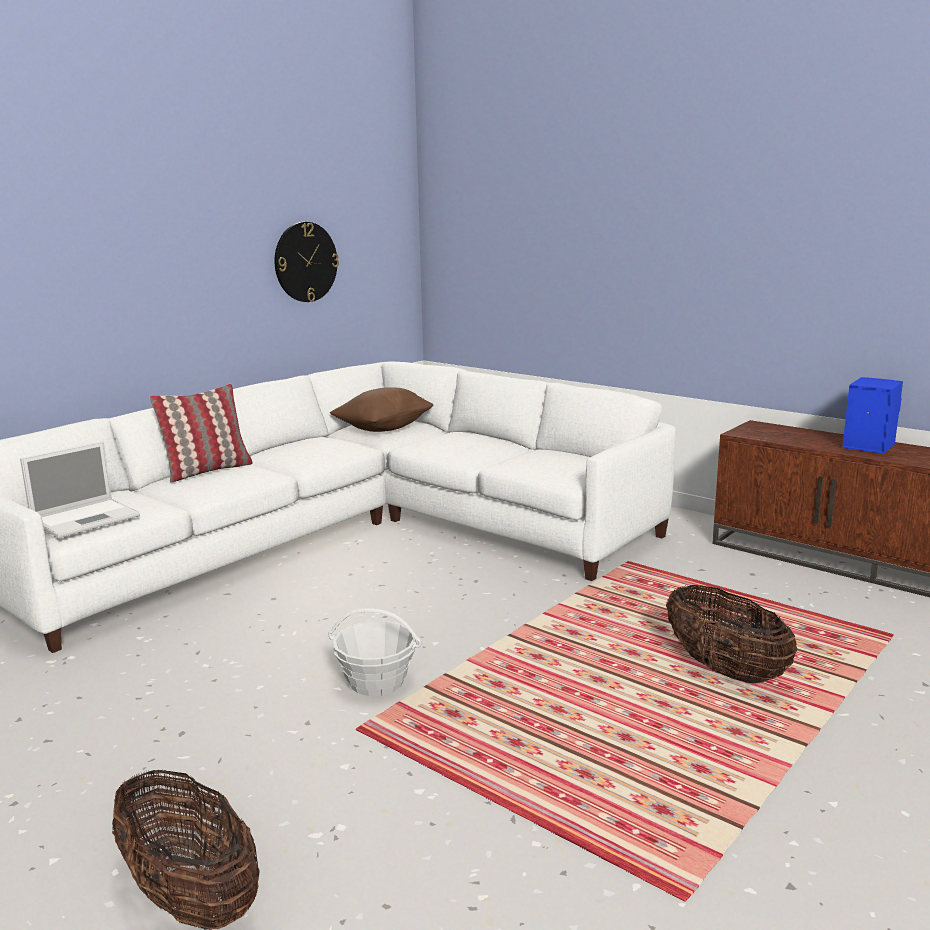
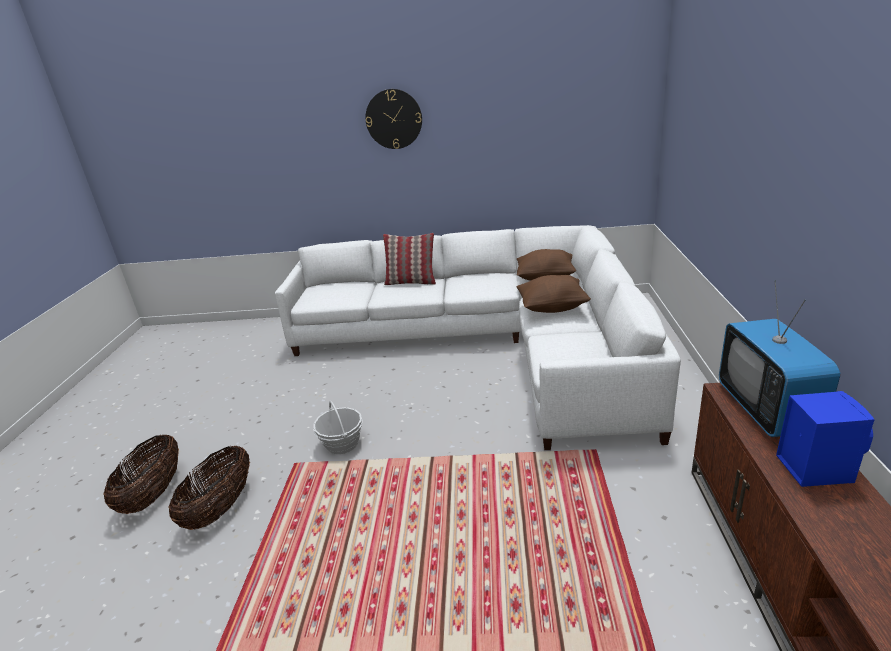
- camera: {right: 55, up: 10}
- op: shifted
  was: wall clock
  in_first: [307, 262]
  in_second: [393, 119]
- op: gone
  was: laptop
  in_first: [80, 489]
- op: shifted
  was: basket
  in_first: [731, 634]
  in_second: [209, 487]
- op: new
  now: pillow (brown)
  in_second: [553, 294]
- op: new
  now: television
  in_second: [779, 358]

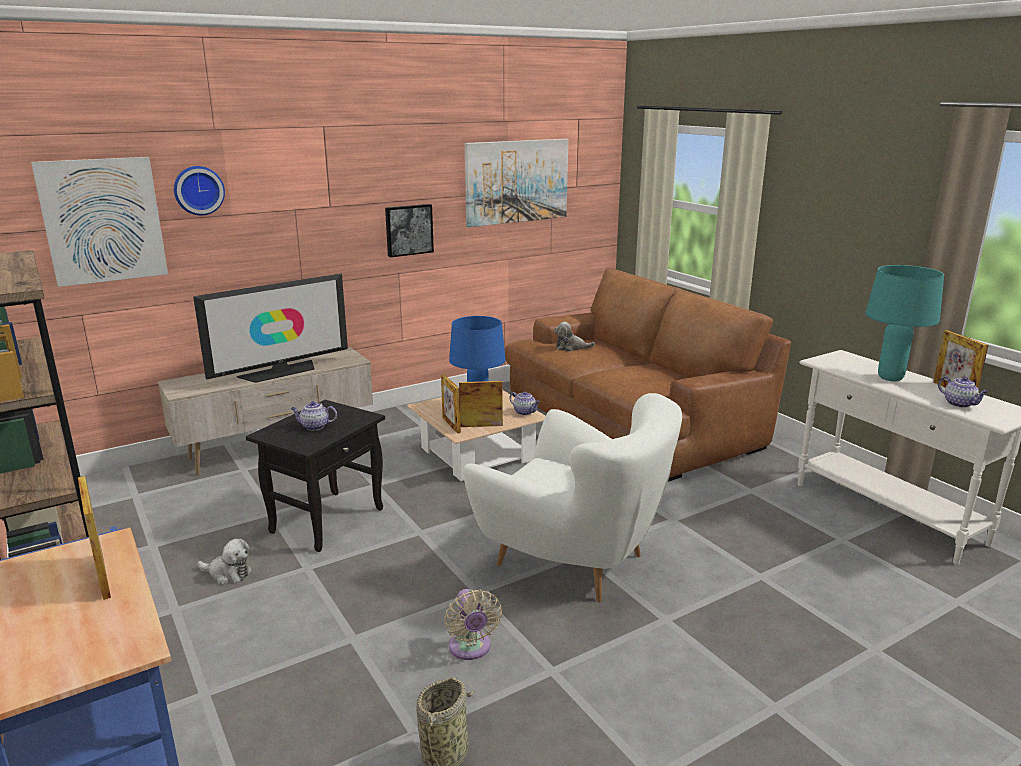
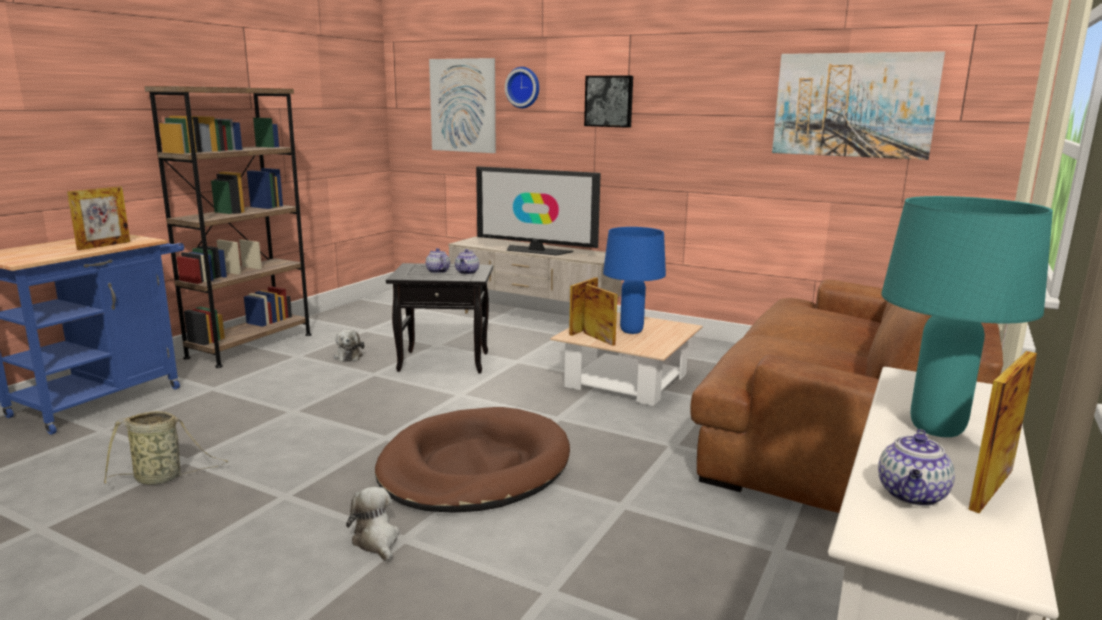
- camera: {right: 60, up: -5}
- op: shifted
  was: picture
  in_first: [409, 231]
  in_second: [608, 102]
- op: shifted
  was: plush toy
  in_first: [574, 337]
  in_second: [373, 524]
- op: shifted
  was: teapot
  in_first: [525, 403]
  in_second: [467, 261]
- op: swapped
  was: armchair (white)
  now: dog bed (brown)
  in_first: [572, 497]
  in_second: [472, 460]
- op: gone
  was: fan (beige)
  in_first: [473, 624]

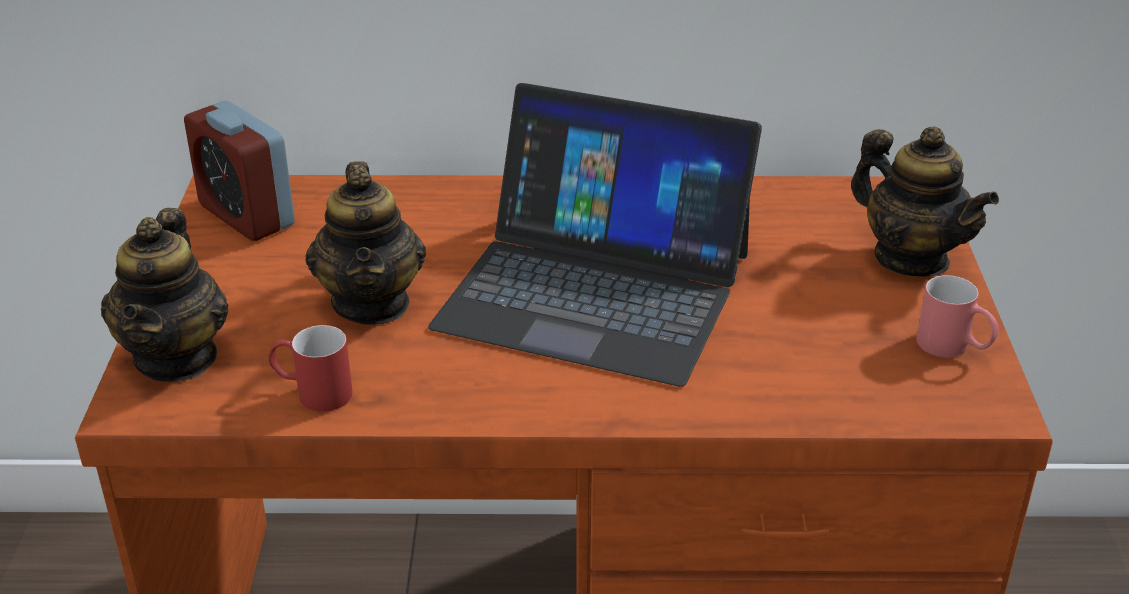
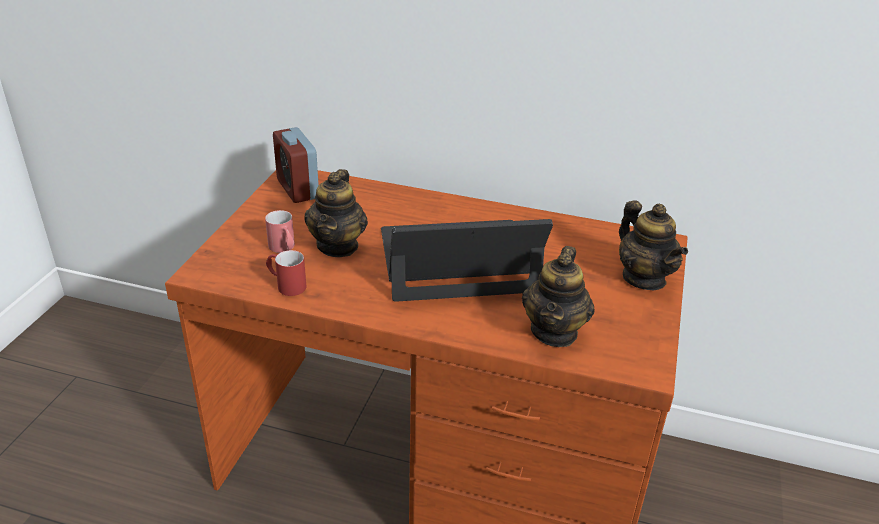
- camera: {right: 15, up: 0}
- op: rotated
  was: laptop
  in_first: [595, 235]
  in_second: [467, 260]
  clockwise: 135
- op: shifted
  was: teapot
  in_first: [165, 295]
  in_second: [558, 296]
- op: shifted
  was: mug (red)
  in_first: [957, 316]
  in_second: [280, 231]

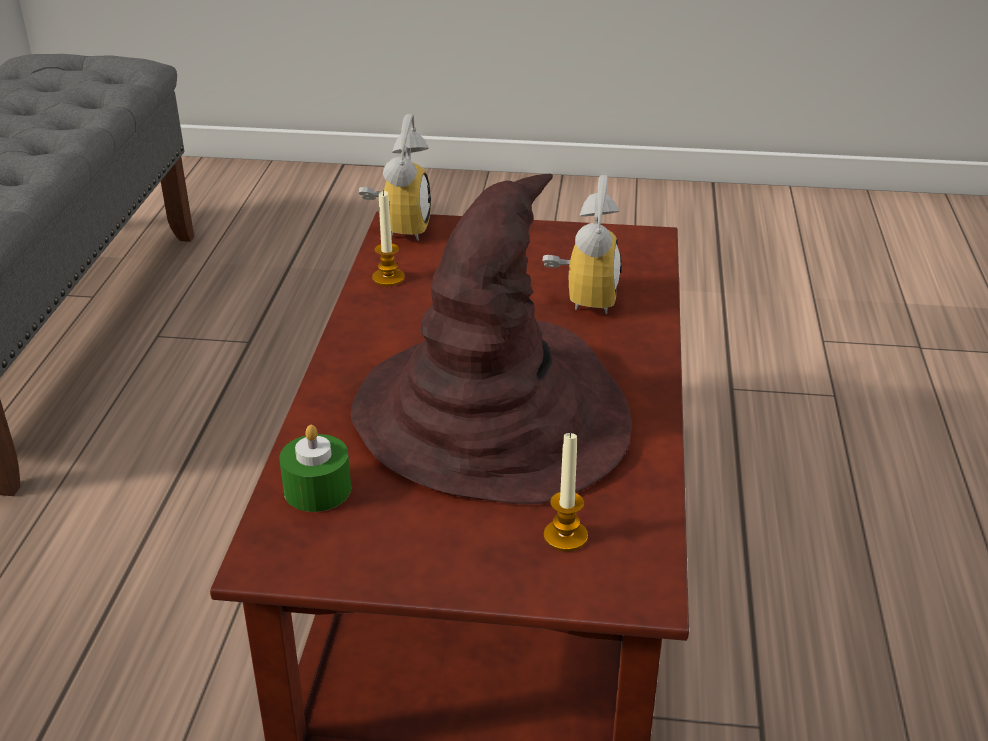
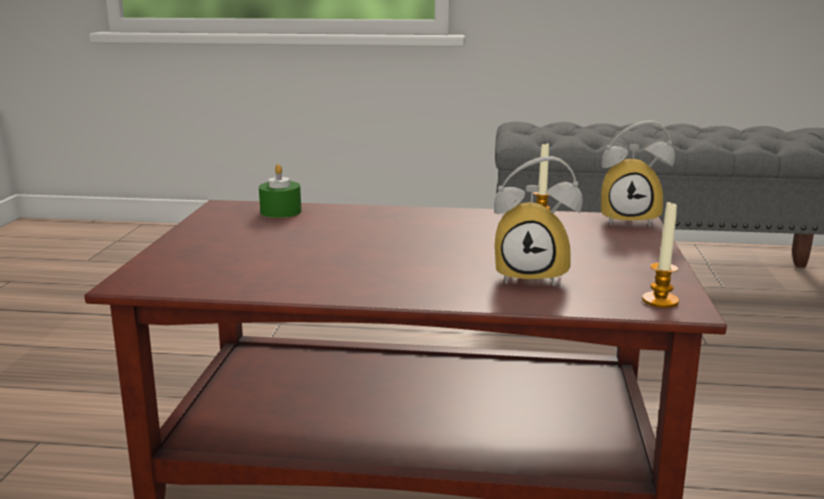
- camera: {right: 90, up: -15}
- op: gone
  was: hat (brown)
  in_first: [491, 339]
- op: shifted
  was: candle
  in_first: [566, 492]
  in_second: [660, 254]

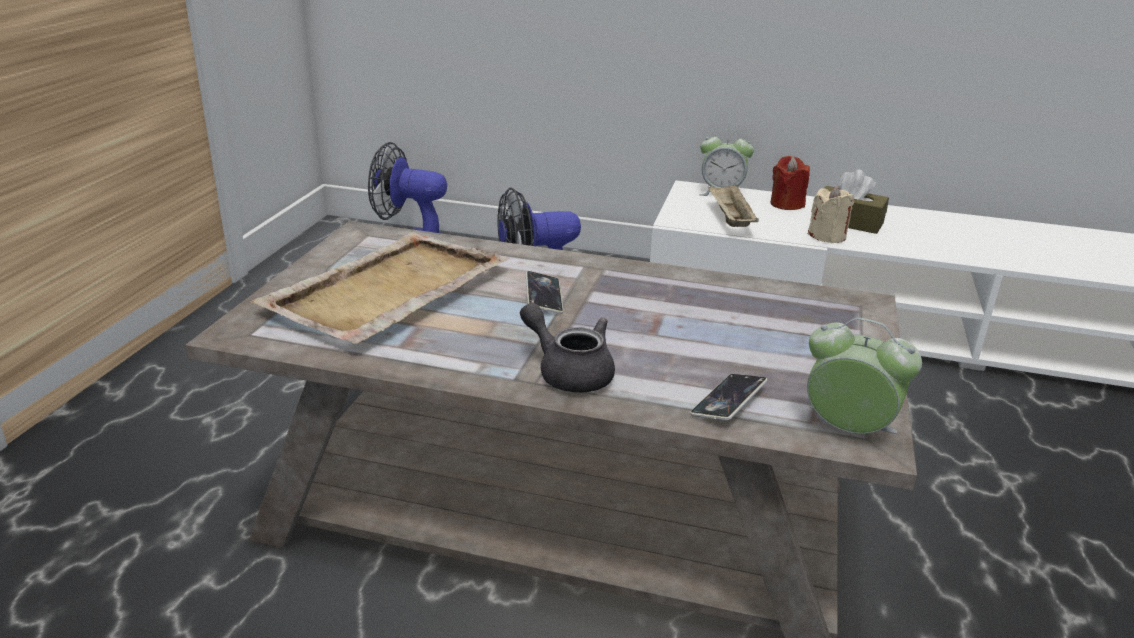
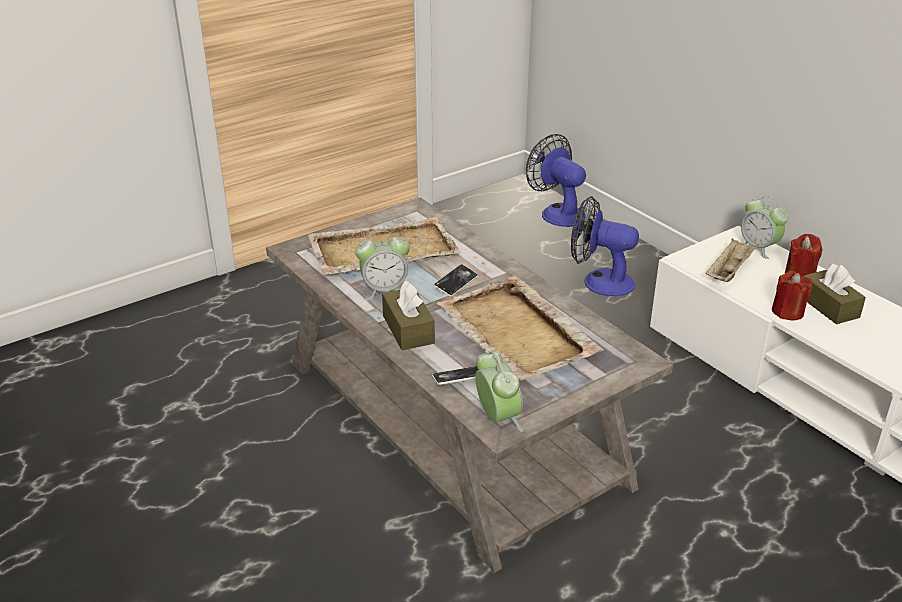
- camera: {right: 40, up: 5}
- op: repainted
  was: candle (beige)
  now: candle (red)
  in_first: [831, 214]
  in_second: [792, 295]
- op: swapped
  was: teapot (grey)
  now: tissue box (brown)
  in_first: [567, 348]
  in_second: [408, 315]
- op: new
  now: alarm clock
  in_second: [382, 265]
- op: new
  now: tray (beige)
  in_second: [520, 328]

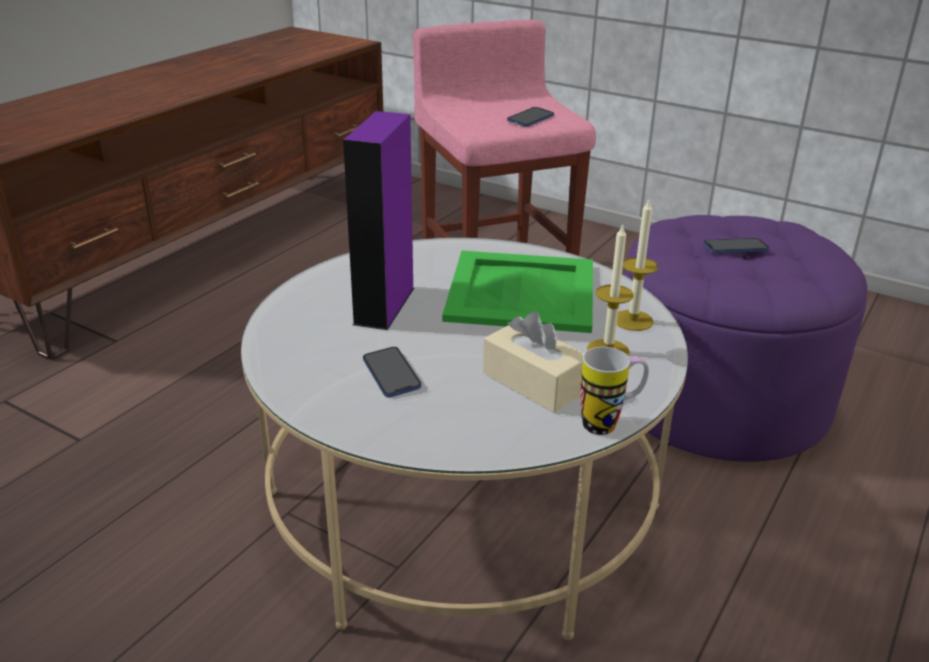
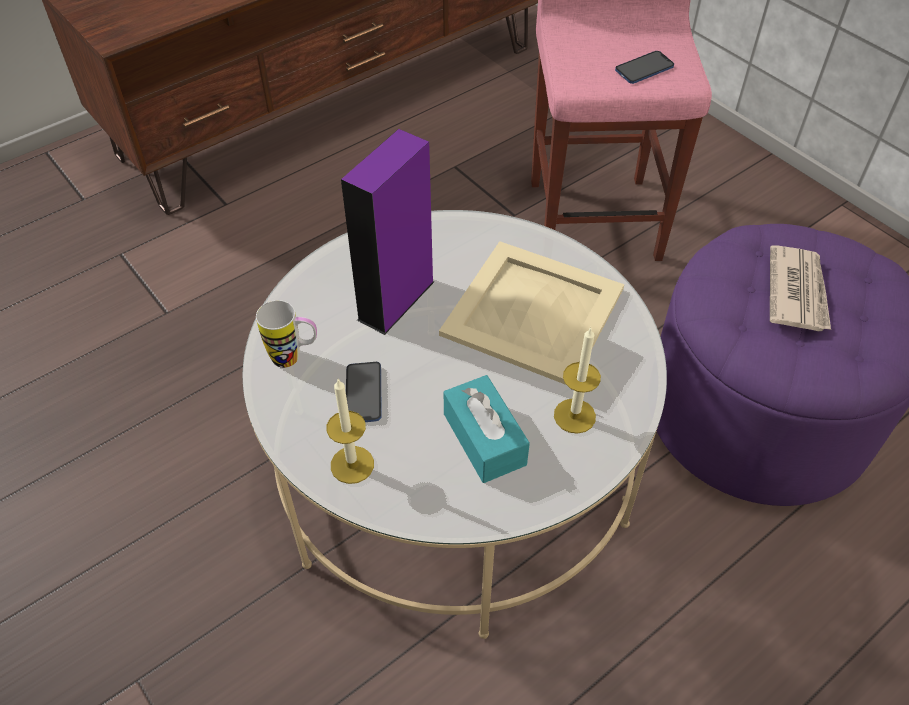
- camera: {right: 20, up: 20}
- op: shifted
  was: candle
  in_first: [637, 265]
  in_second: [350, 431]
- op: swapped
  was: phone
  now: newspaper
  in_first: [736, 245]
  in_second: [800, 288]
- op: repainted
  was: tray (green)
  now: tray (beige)
  in_first: [517, 292]
  in_second: [531, 313]
- op: repainted
  was: tissue box (beige)
  now: tissue box (turquoise)
  in_first: [533, 362]
  in_second: [487, 429]
- op: shifted
  was: mug
  in_first: [614, 391]
  in_second: [286, 334]

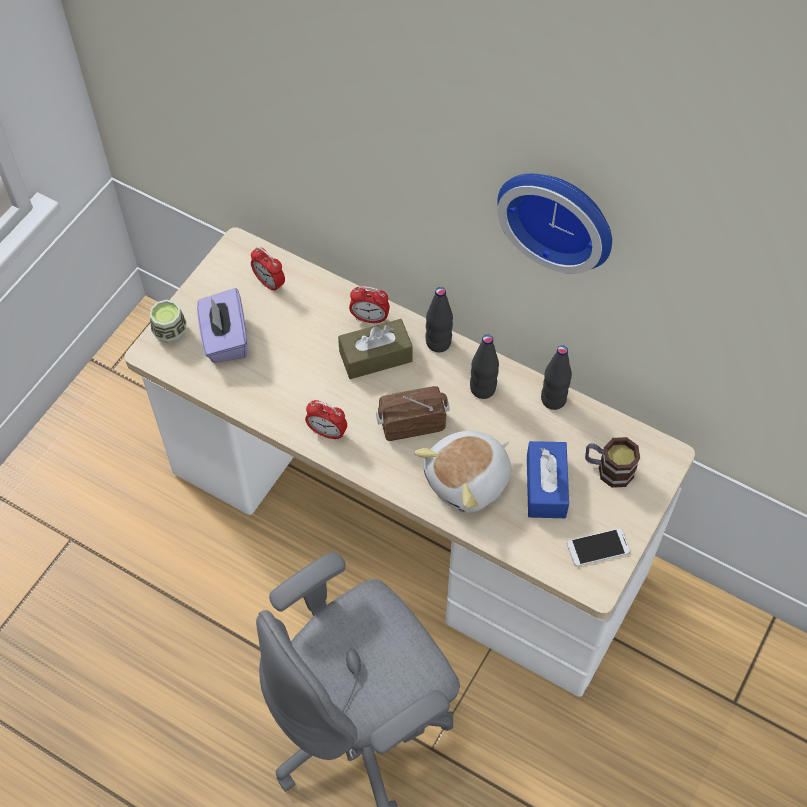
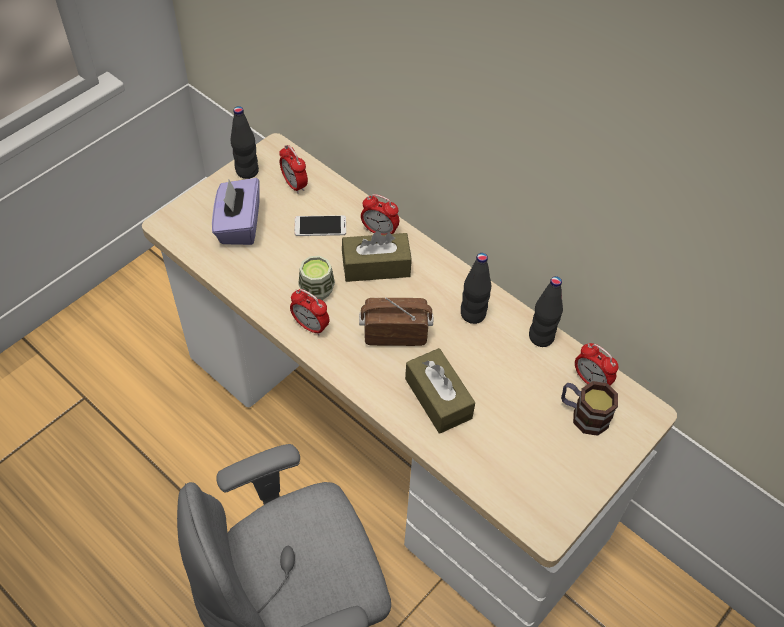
- camera: {right: 10, up: -5}
- op: gone
  was: wall clock
  in_first: [554, 224]
- op: shifted
  was: bottle (black)
  in_first: [439, 319]
  in_second: [244, 142]
- op: shifted
  was: cup
  in_first: [168, 321]
  in_second: [316, 278]
- op: swapped
  was: plush toy
  now: tissue box (brown)
  in_first: [462, 472]
  in_second: [440, 391]
- op: gone
  was: tissue box (blue)
  in_first: [548, 479]
- op: shifted
  was: phone
  in_first: [598, 547]
  in_second: [320, 225]
- op: new
  now: alarm clock
  in_second: [596, 364]

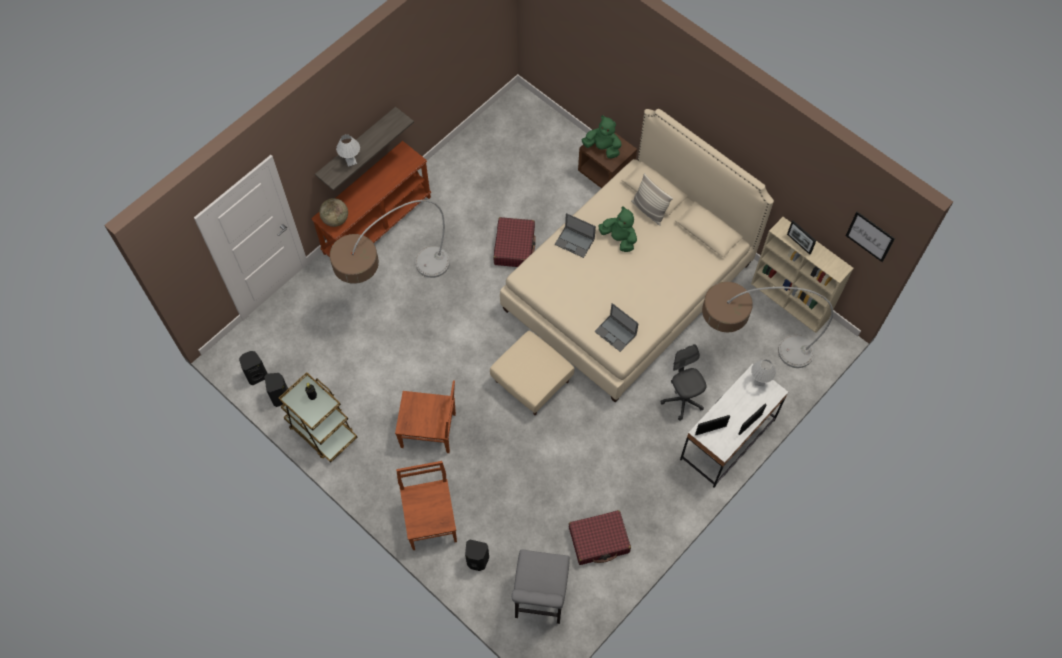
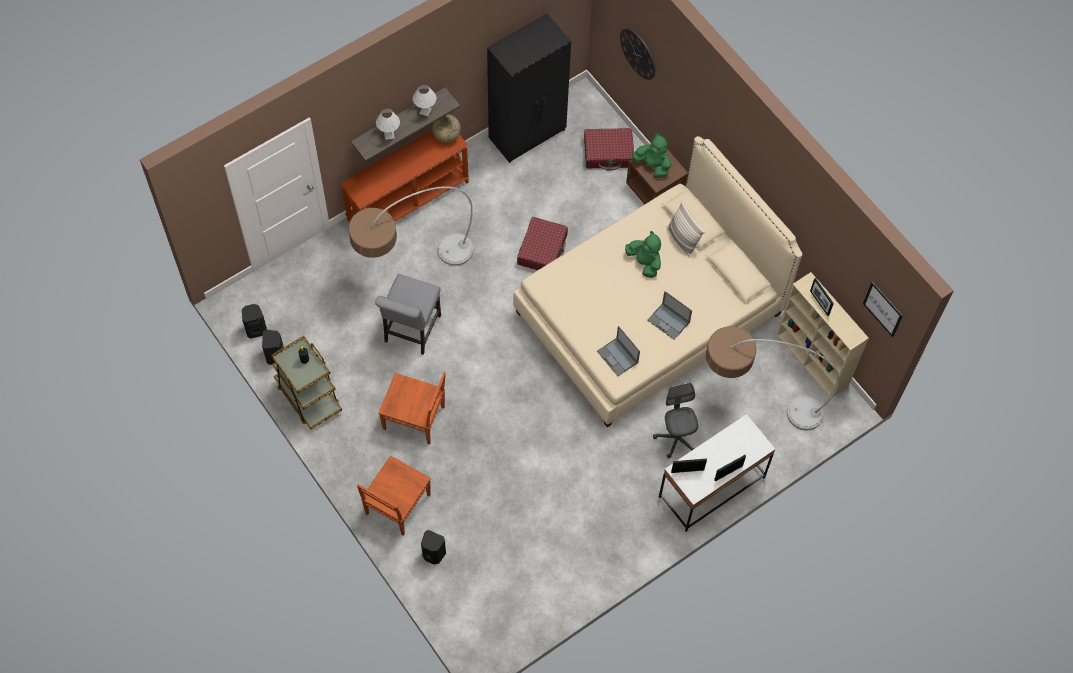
- camera: {right: 10, up: 0}
- op: shifted
  was: globe
  in_first: [333, 212]
  in_second: [446, 128]
- op: shifted
  was: laptop
  in_first: [575, 235]
  in_second: [669, 315]
- op: gone
  was: ottoman (beige)
  in_first: [532, 373]
- op: shifted
  was: table lamp (white)
  in_first: [763, 373]
  in_second: [424, 100]
- op: rotated
  was: chair (brown)
  in_first: [426, 505]
  in_second: [394, 495]
  clockwise: -150
- op: shifted
  was: suitcase (red)
  in_first: [600, 537]
  in_second: [609, 149]
- op: shifted
  was: chair (grey)
  in_first: [541, 587]
  in_second: [408, 314]
- op: new
  now: wardrobe (black)
  in_second: [529, 88]
- op: new
  now: wall clock
  in_second: [638, 54]

